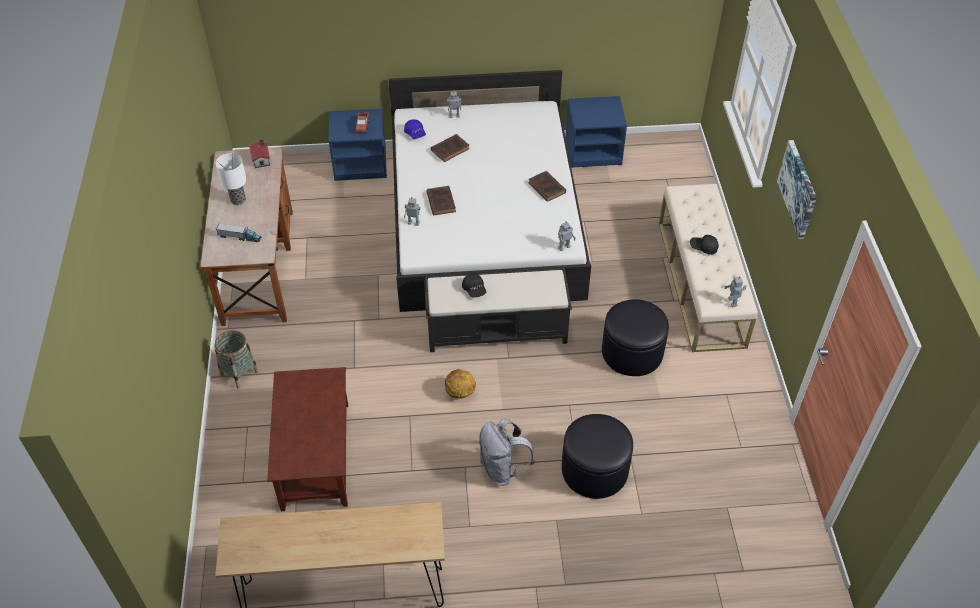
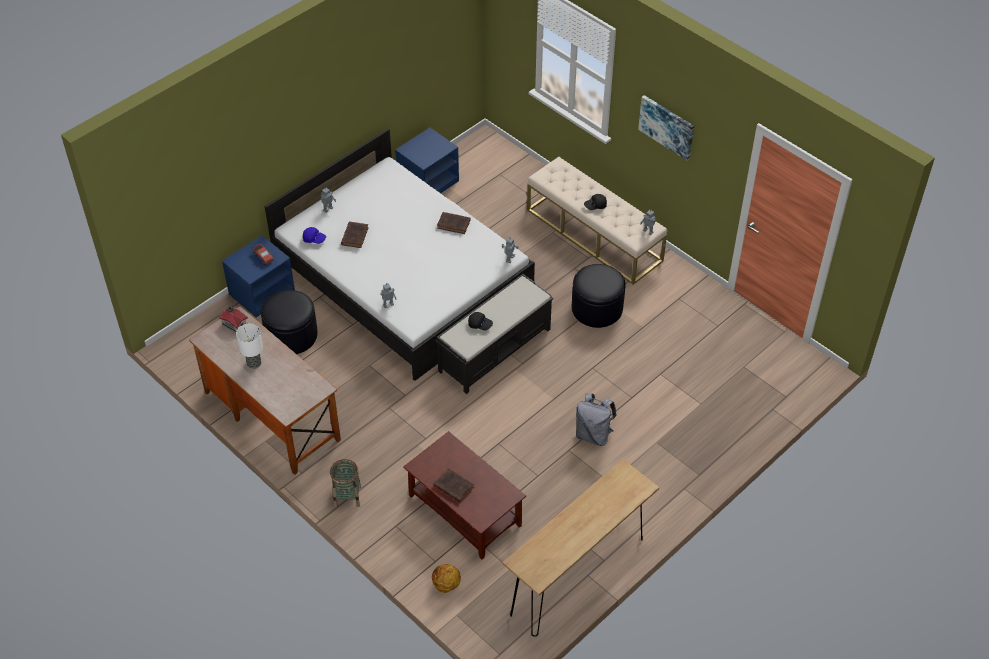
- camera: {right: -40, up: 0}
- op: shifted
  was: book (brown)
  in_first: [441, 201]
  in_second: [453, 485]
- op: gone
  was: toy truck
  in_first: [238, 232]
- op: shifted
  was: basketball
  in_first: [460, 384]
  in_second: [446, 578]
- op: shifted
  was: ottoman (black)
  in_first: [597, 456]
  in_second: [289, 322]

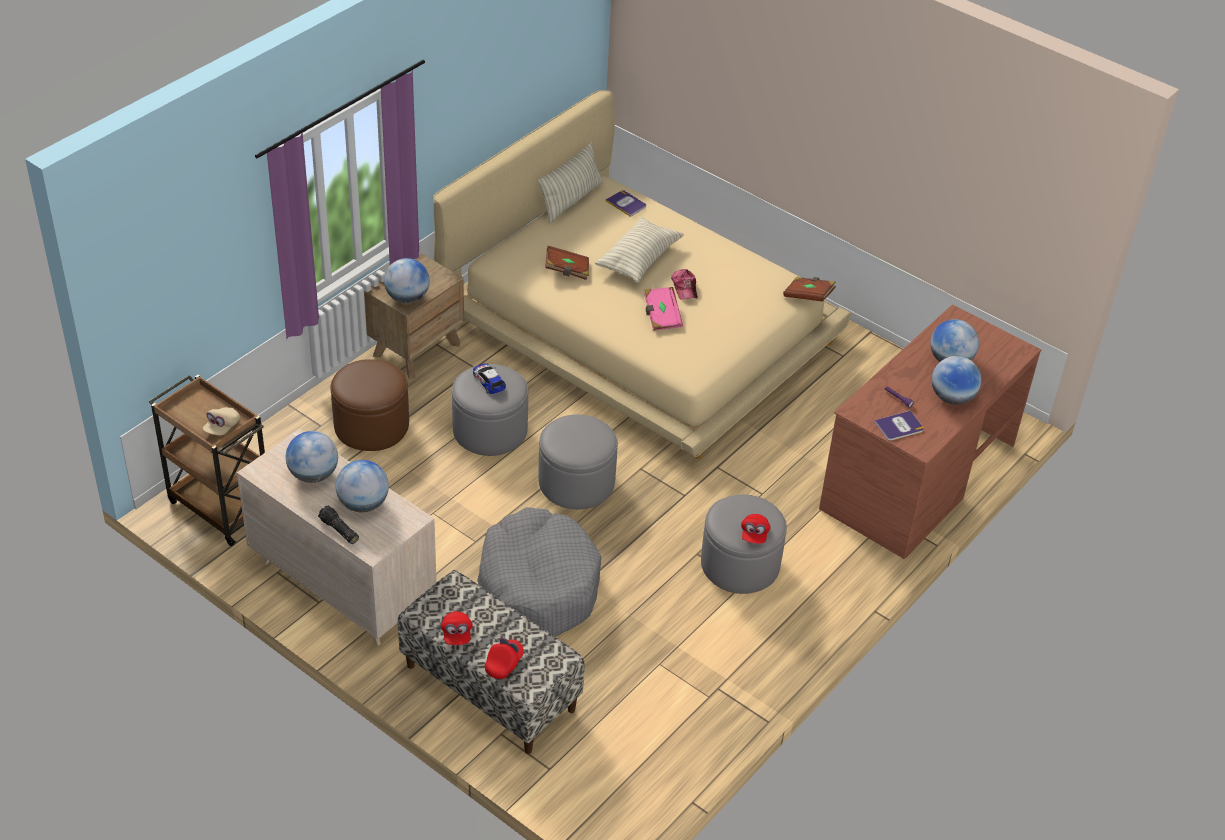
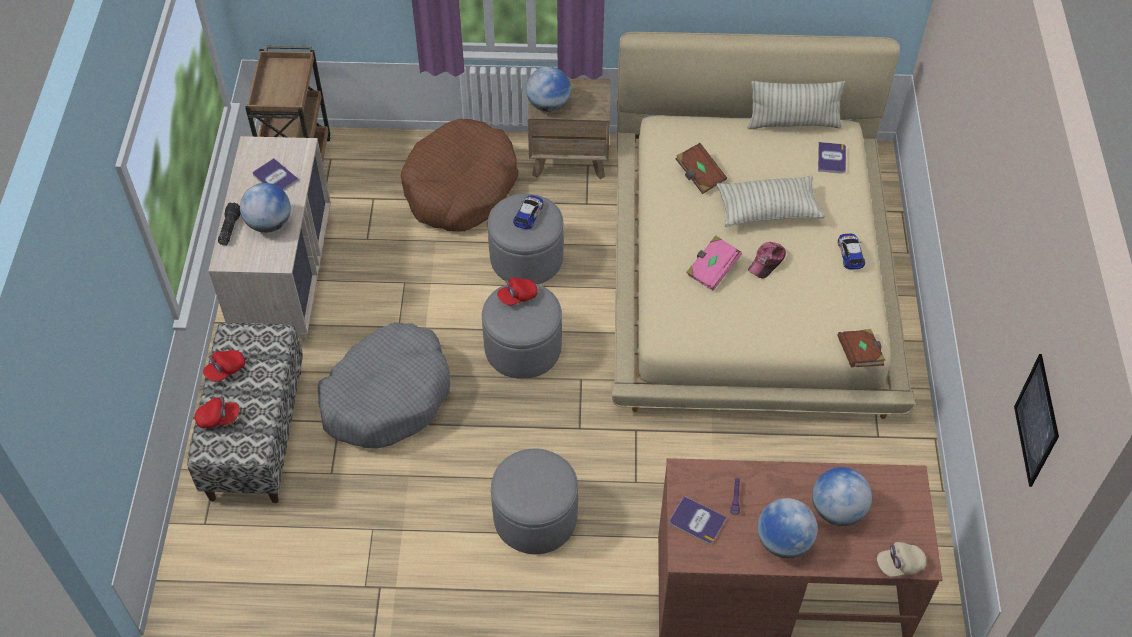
- camera: {right: 55, up: 10}
- op: swapped
  was: ottoman (brown)
  now: dog bed (brown)
  in_first: [369, 405]
  in_second: [459, 175]
- op: shifted
  was: cap (beige)
  in_first: [221, 421]
  in_second: [901, 559]
- op: swapped
  was: globe
  now: book
  in_first: [312, 457]
  in_second: [276, 174]
- op: shifted
  was: cap (red)
  in_first: [756, 529]
  in_second: [517, 291]
- op: new
  now: toy car
  in_second: [851, 251]
- op: new
  now: picture
  in_second: [1036, 420]

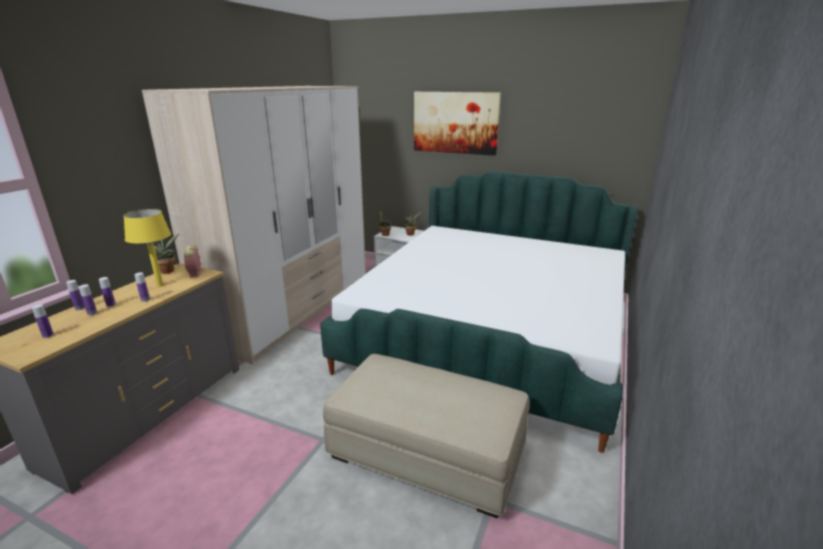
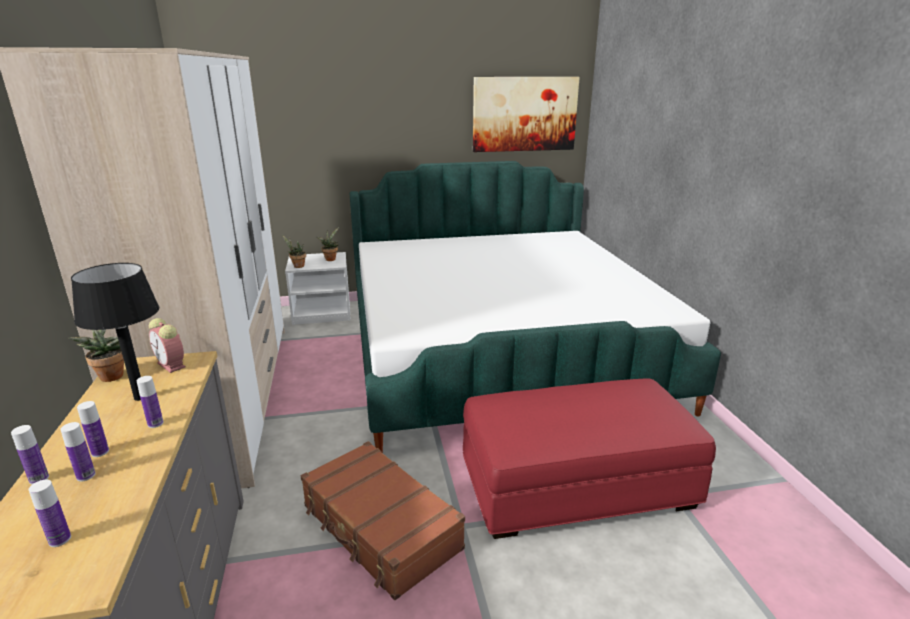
- camera: {right: -35, up: 0}
- op: shifted
  was: picture
  in_first: [457, 124]
  in_second: [526, 114]
- op: repainted
  was: table lamp (yellow)
  now: table lamp (black)
  in_first: [147, 248]
  in_second: [115, 332]
- op: repainted
  was: ottoman (beige)
  now: ottoman (red)
  in_first: [426, 436]
  in_second: [589, 458]
- op: new
  now: suitcase (brown)
  in_second: [383, 520]

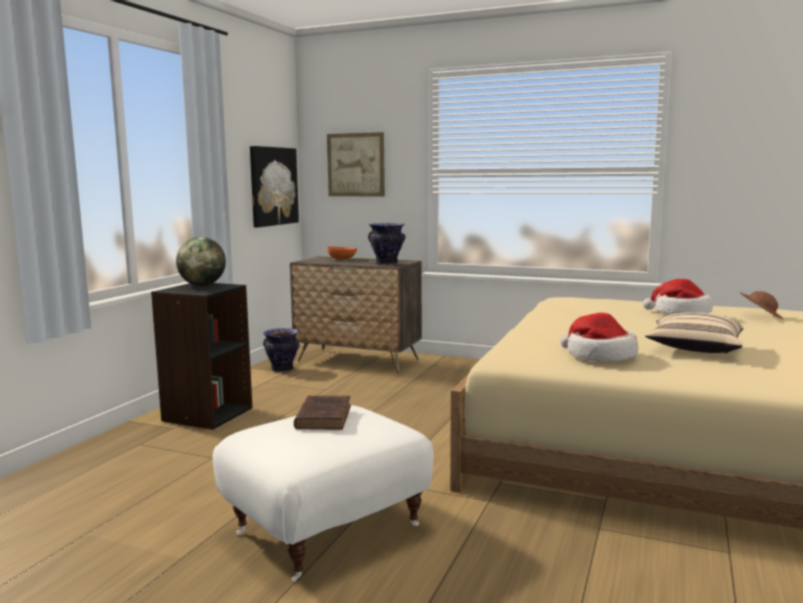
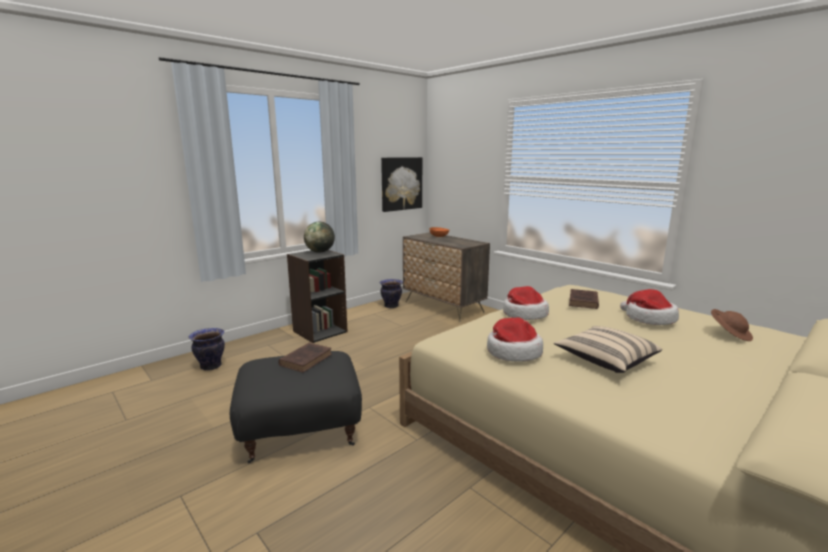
- camera: {right: 25, up: 5}
- op: gone
  was: picture
  in_first: [356, 164]
- op: shifted
  was: vase
  in_first: [386, 244]
  in_second: [207, 349]
- op: repainted
  was: ottoman (white)
  now: ottoman (black)
  in_first: [323, 493]
  in_second: [296, 407]
- op: new
  now: hat
  in_second: [526, 303]
- op: new
  now: book (brown)
  in_second: [584, 299]

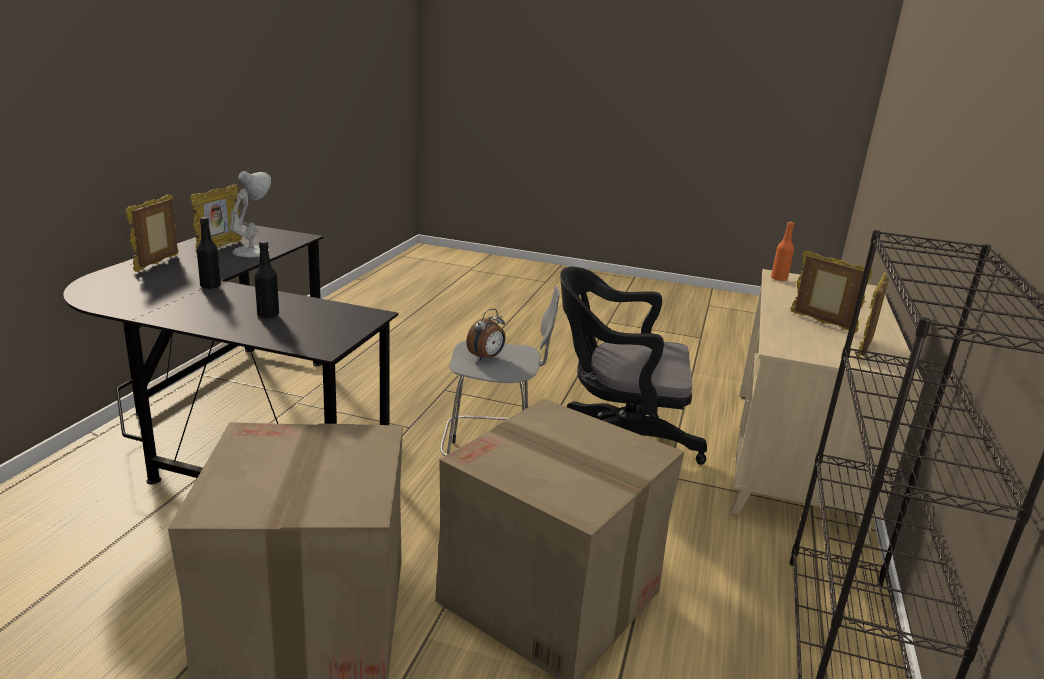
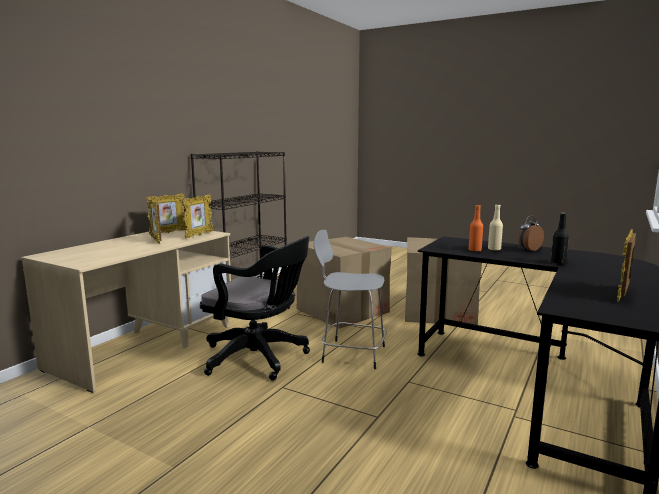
- camera: {right: -165, up: -10}
- op: gone
  was: table lamp (white)
  in_first: [250, 214]
- op: shifted
  was: picture frame
  in_first: [151, 233]
  in_second: [197, 216]
- op: shifted
  was: bottle (orange)
  in_first: [782, 251]
  in_second: [476, 228]
- op: repainted
  was: bottle (black)
  now: bottle (beige)
  in_first: [266, 279]
  in_second: [495, 227]
- op: shifted
  was: alarm clock
  in_first: [486, 335]
  in_second: [531, 233]

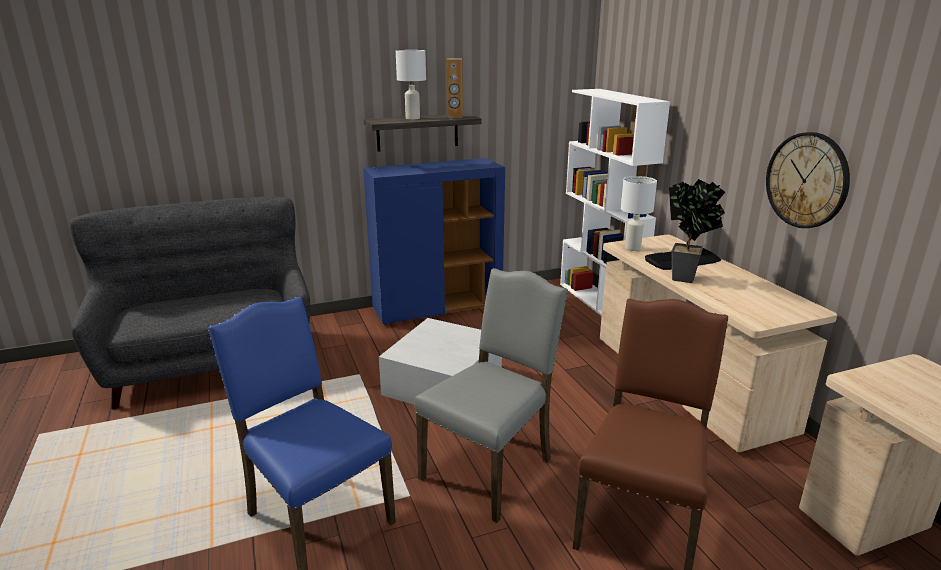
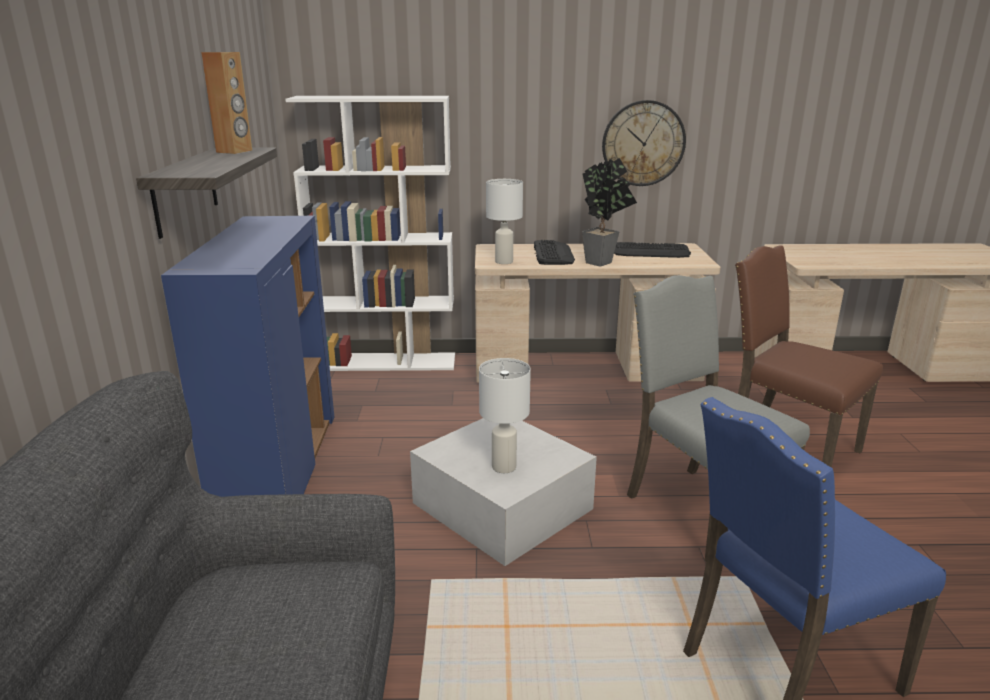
- camera: {right: -70, up: 0}
- op: shifted
  was: table lamp (white)
  in_first: [411, 85]
  in_second: [505, 415]
- op: new
  now: keyboard
  in_second: [652, 250]

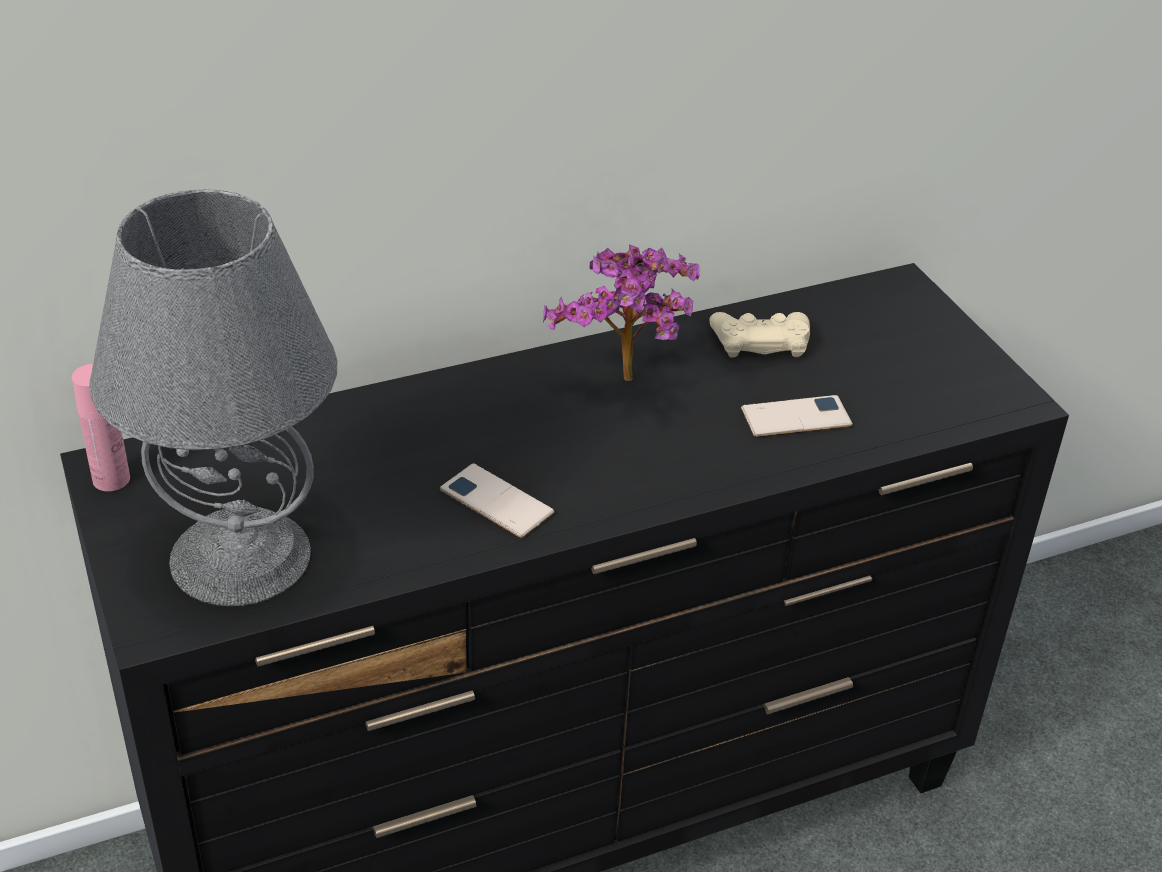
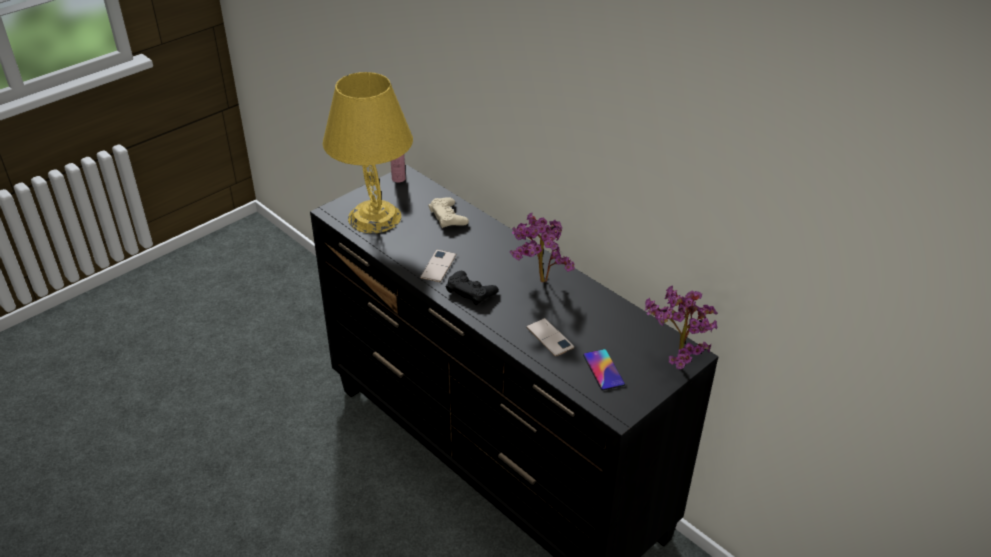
- camera: {right: 70, up: 0}
- op: repainted
  was: table lamp (grey)
  now: table lamp (yellow)
  in_first: [213, 397]
  in_second: [368, 152]
- op: shifted
  was: game controller (beige)
  in_first: [760, 335]
  in_second: [448, 212]
- op: new
  now: game controller (black)
  in_second: [472, 288]
- op: new
  now: potted plant
  in_second: [681, 327]
- op: new
  now: phone
  in_second: [604, 369]

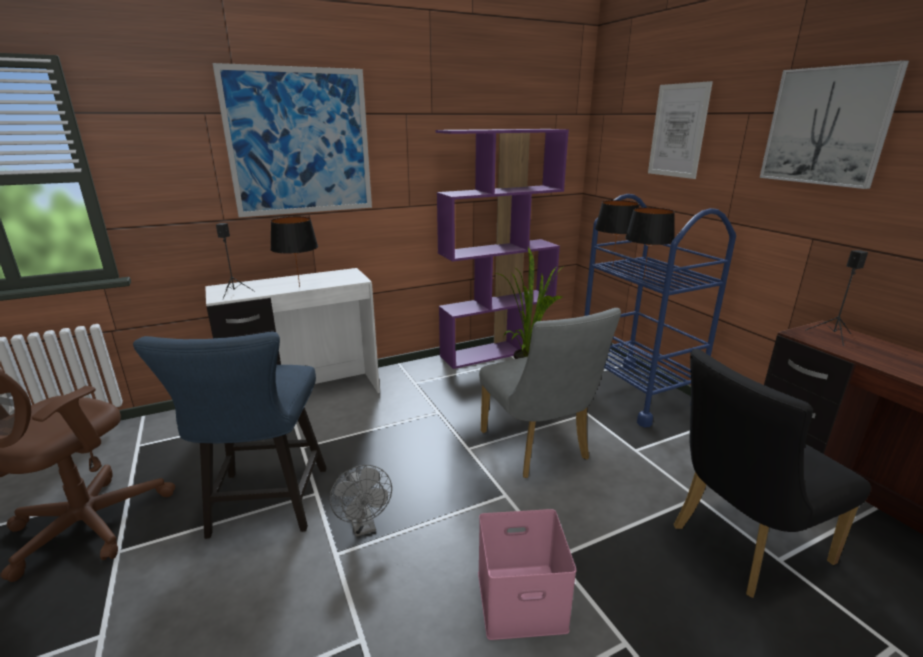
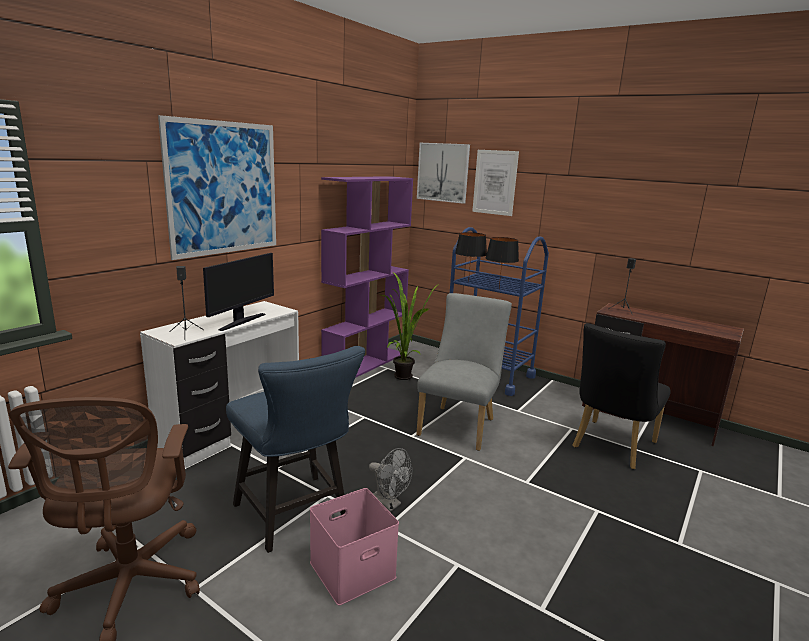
- camera: {right: -30, up: -5}
- op: shifted
  was: picture
  in_first: [834, 124]
  in_second: [443, 173]
- op: swapped
  was: table lamp (black)
  now: monitor
  in_first: [294, 251]
  in_second: [238, 292]
- op: rotated
  was: chair (grey)
  in_first: [550, 393]
  in_second: [464, 372]
  clockwise: -105
- op: shifted
  was: storage box (pink)
  in_first: [527, 574]
  in_second: [354, 546]

